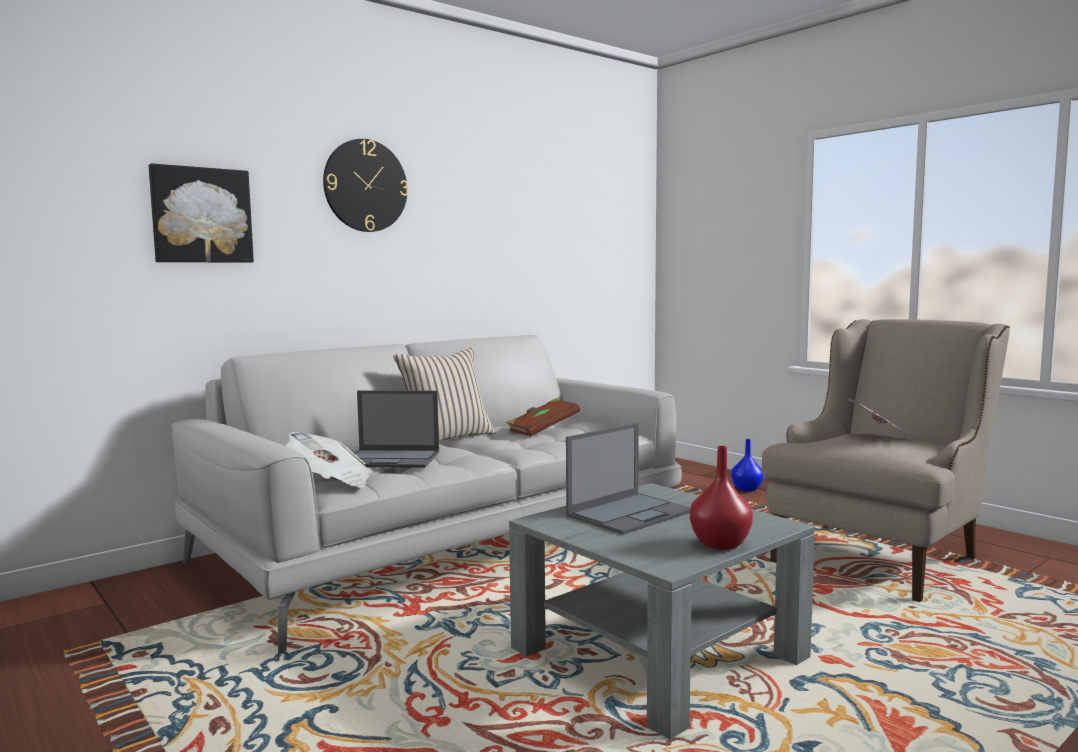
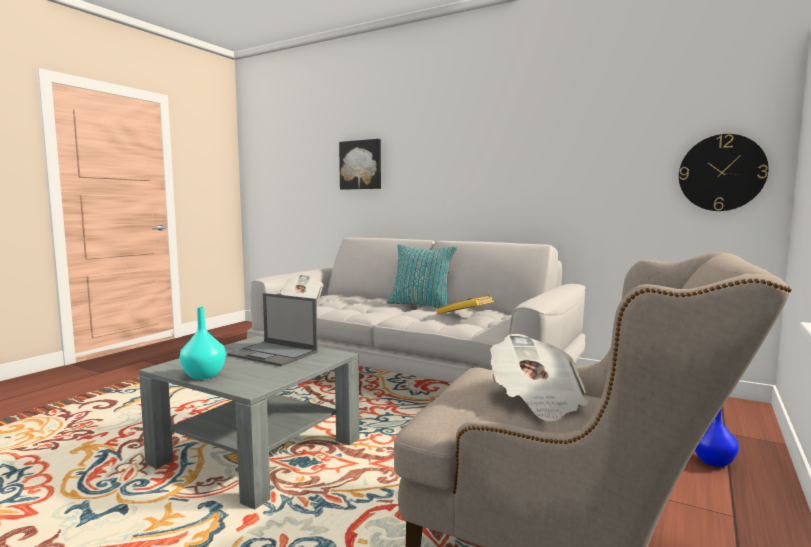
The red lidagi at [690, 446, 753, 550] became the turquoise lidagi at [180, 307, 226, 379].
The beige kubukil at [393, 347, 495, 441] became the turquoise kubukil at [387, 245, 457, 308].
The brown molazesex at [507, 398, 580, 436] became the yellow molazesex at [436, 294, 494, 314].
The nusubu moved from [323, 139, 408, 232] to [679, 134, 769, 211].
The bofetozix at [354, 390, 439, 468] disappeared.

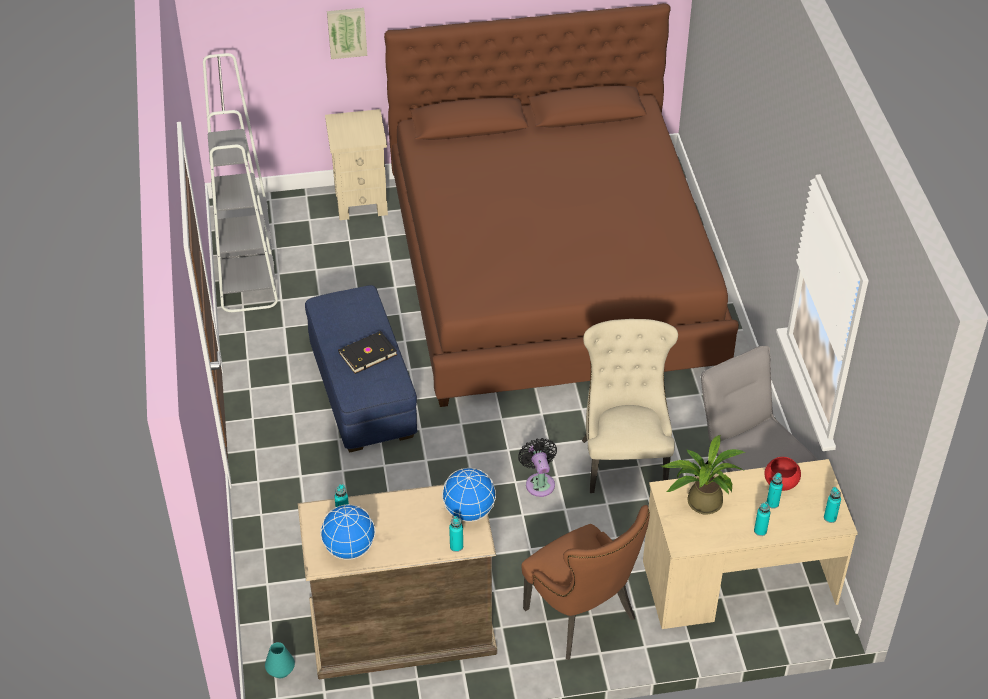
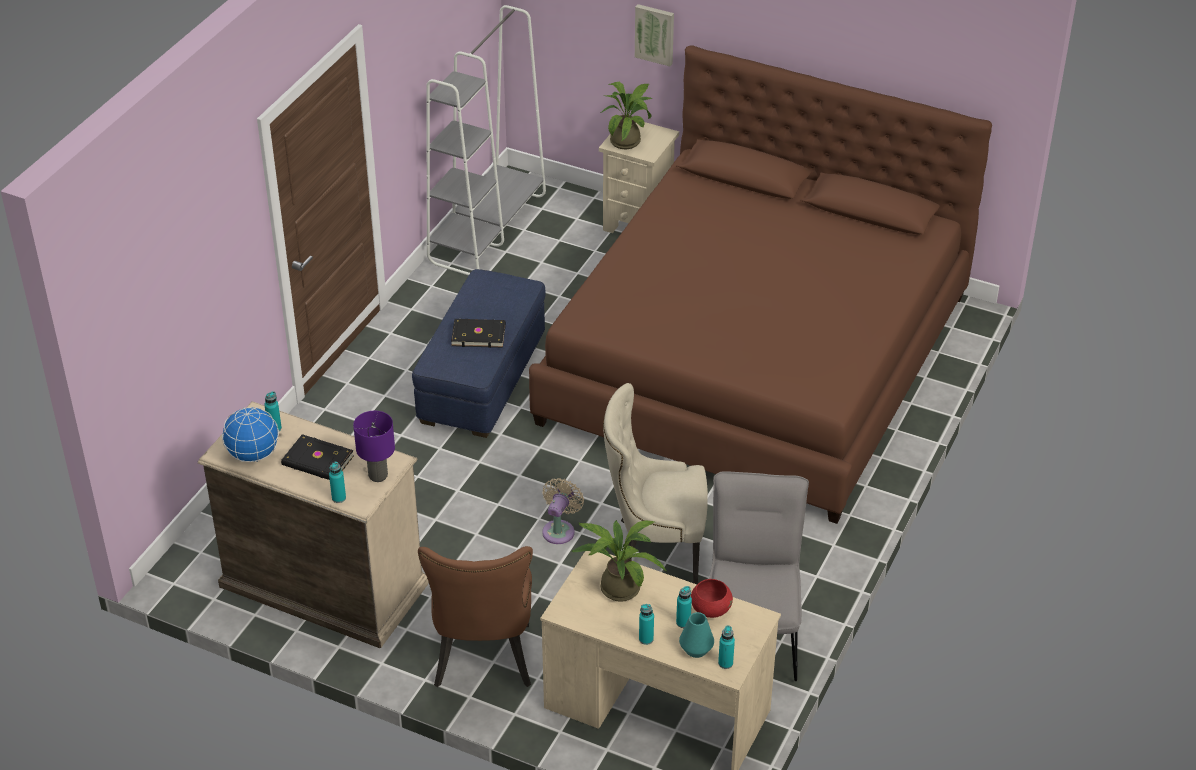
The black molazesex at [281, 434, 354, 480] appeared.
The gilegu at [442, 468, 496, 521] was replaced by the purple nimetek at [353, 411, 395, 482].
The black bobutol at [518, 438, 557, 497] became the beige bobutol at [542, 478, 584, 544].
The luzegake at [600, 82, 653, 149] appeared.
The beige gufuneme at [582, 319, 678, 493] turned 120 degrees counterclockwise.
The turquoise lidagi moved from [265, 642, 295, 678] to [679, 612, 714, 658].

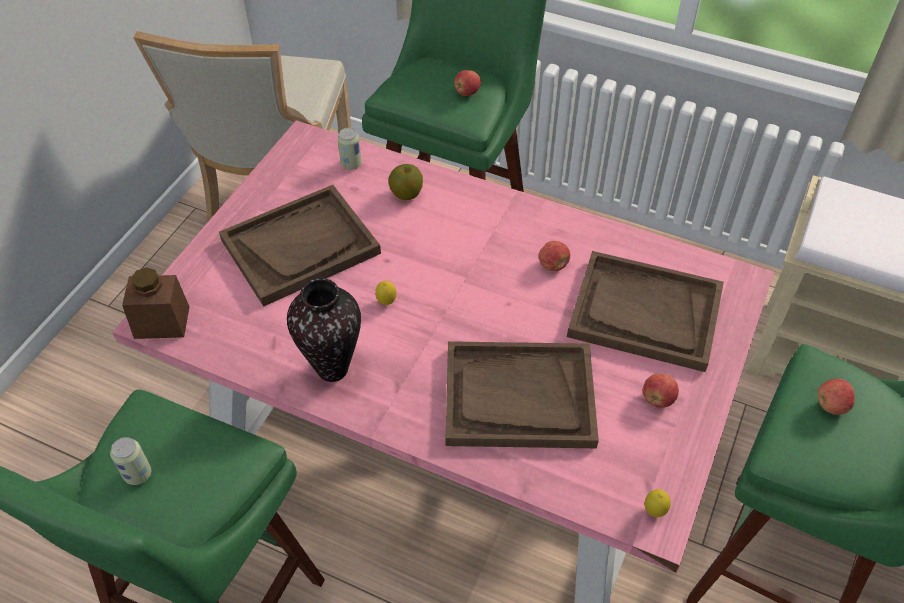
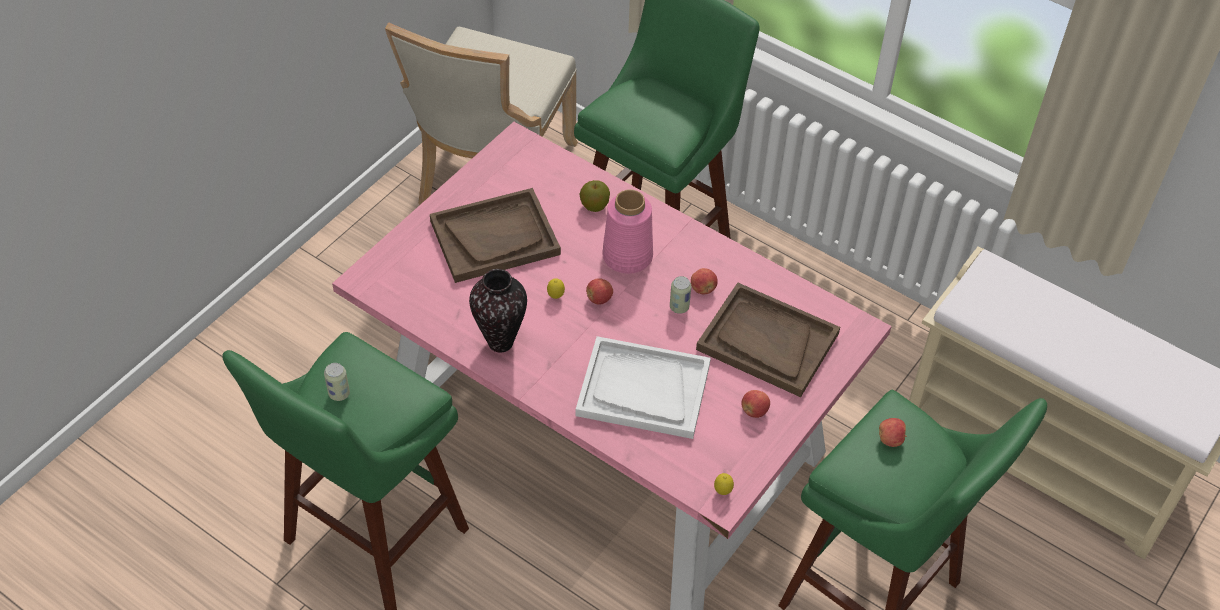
The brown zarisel at [446, 341, 599, 448] became the white zarisel at [576, 336, 711, 439].
The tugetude moved from [454, 70, 481, 96] to [586, 278, 613, 305].
The pink lidagi at [602, 189, 653, 274] appeared.
The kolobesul moved from [338, 128, 361, 170] to [670, 276, 691, 314].
The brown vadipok at [122, 267, 190, 339] disappeared.

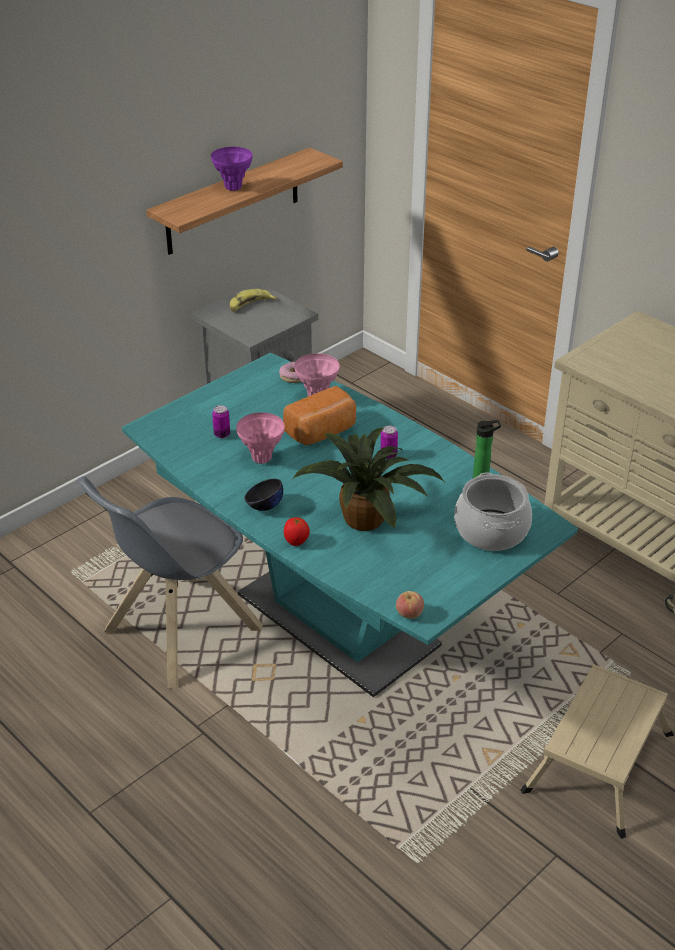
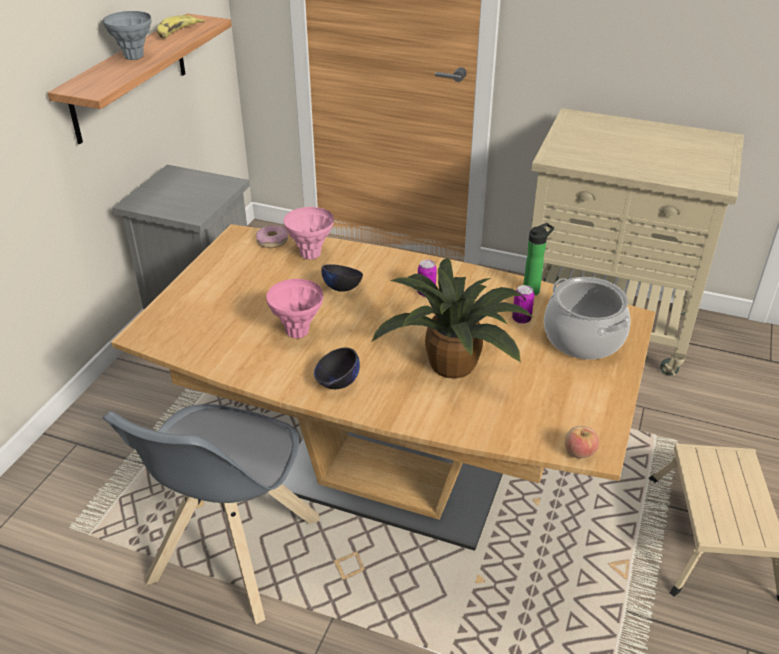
The purple lidagi at [211, 147, 252, 191] became the grey lidagi at [103, 11, 151, 60].
The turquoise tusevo at [122, 353, 578, 697] became the brown tusevo at [111, 224, 656, 551].
The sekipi moved from [230, 289, 277, 312] to [157, 15, 205, 38].
The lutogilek at [283, 386, 356, 445] was replaced by the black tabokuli at [321, 264, 363, 292].
The kolobesul moved from [212, 405, 230, 438] to [512, 285, 535, 324].
The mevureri at [284, 517, 310, 546] disappeared.

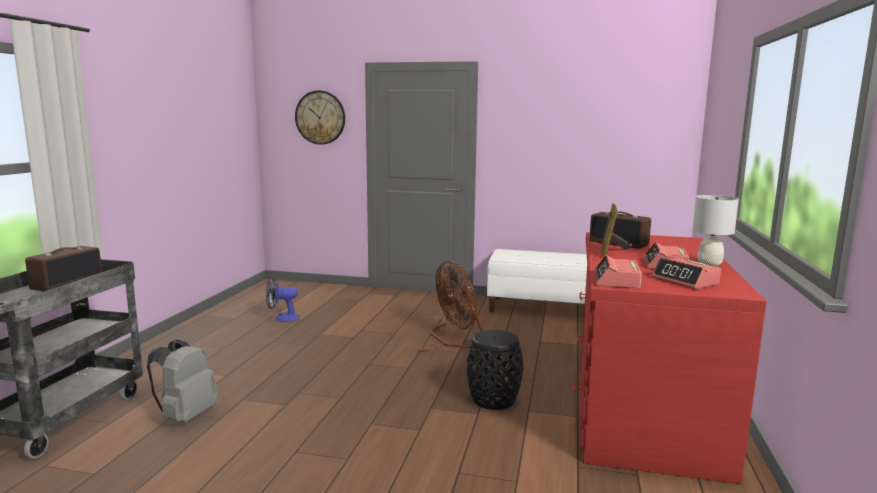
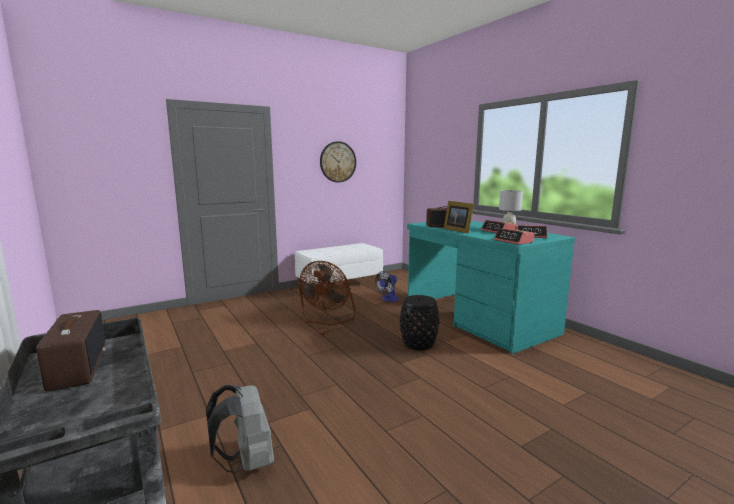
The nusubu moved from [295, 90, 345, 145] to [320, 141, 356, 183].
The bobutol moved from [266, 277, 300, 322] to [375, 271, 399, 302].
The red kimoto at [574, 232, 767, 484] became the turquoise kimoto at [407, 221, 575, 354].

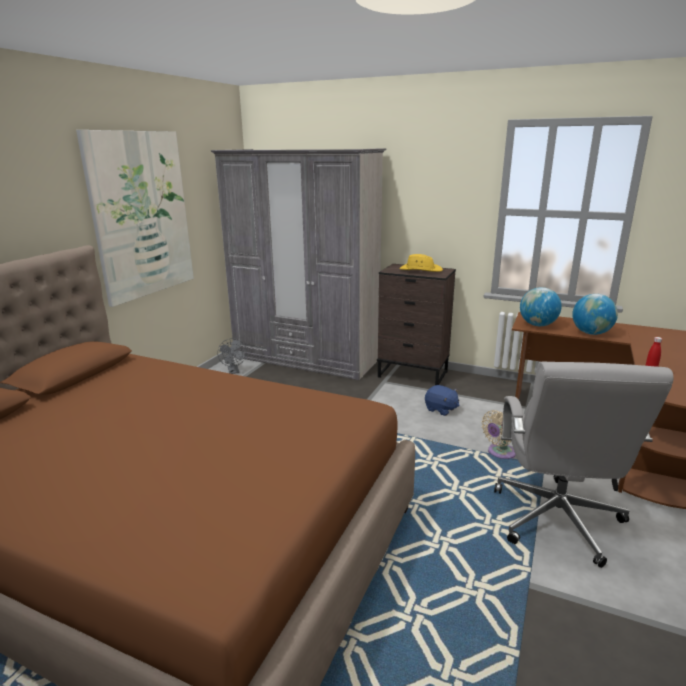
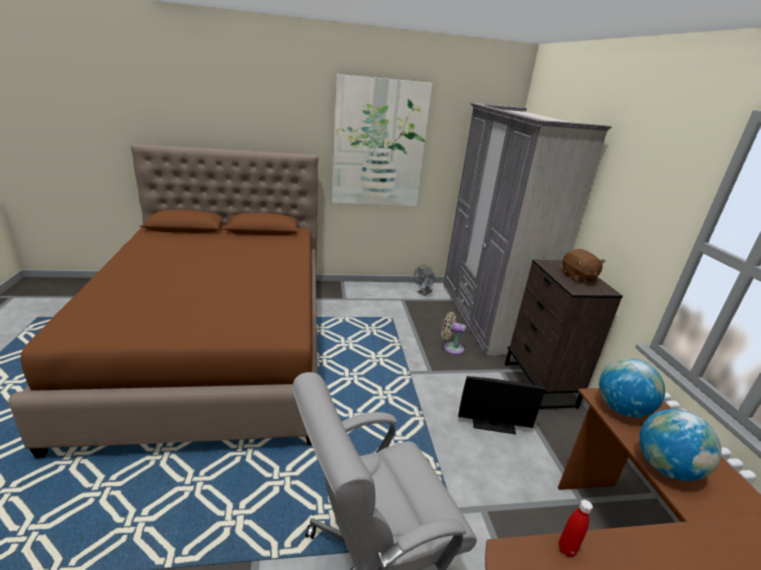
The beige bobutol moved from [481, 410, 516, 459] to [442, 312, 466, 355].
The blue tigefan at [425, 385, 460, 416] was replaced by the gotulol at [458, 376, 546, 434].
The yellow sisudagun at [399, 254, 443, 272] was replaced by the brown tigefan at [562, 249, 606, 283].

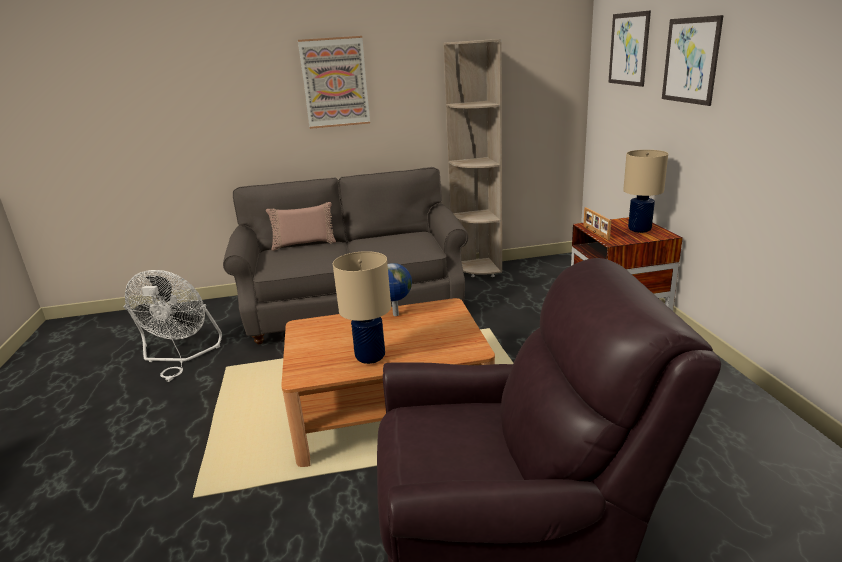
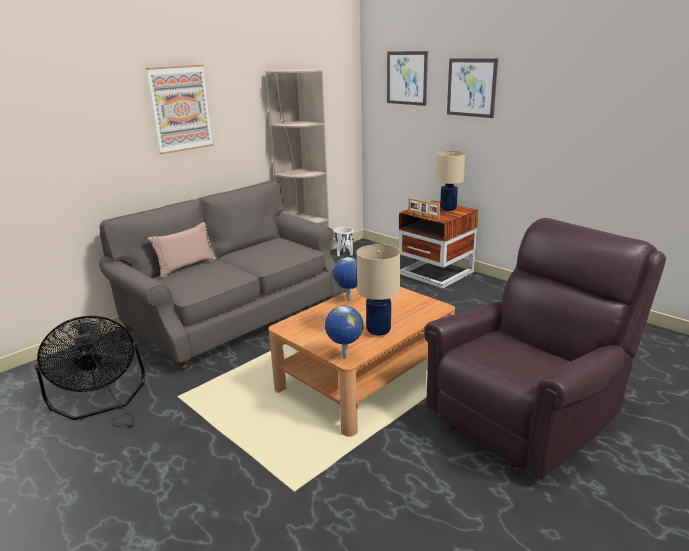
The white bobutol at [124, 270, 222, 382] became the black bobutol at [35, 316, 145, 428].
The gilegu at [325, 306, 363, 359] appeared.
The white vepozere at [334, 227, 354, 256] appeared.

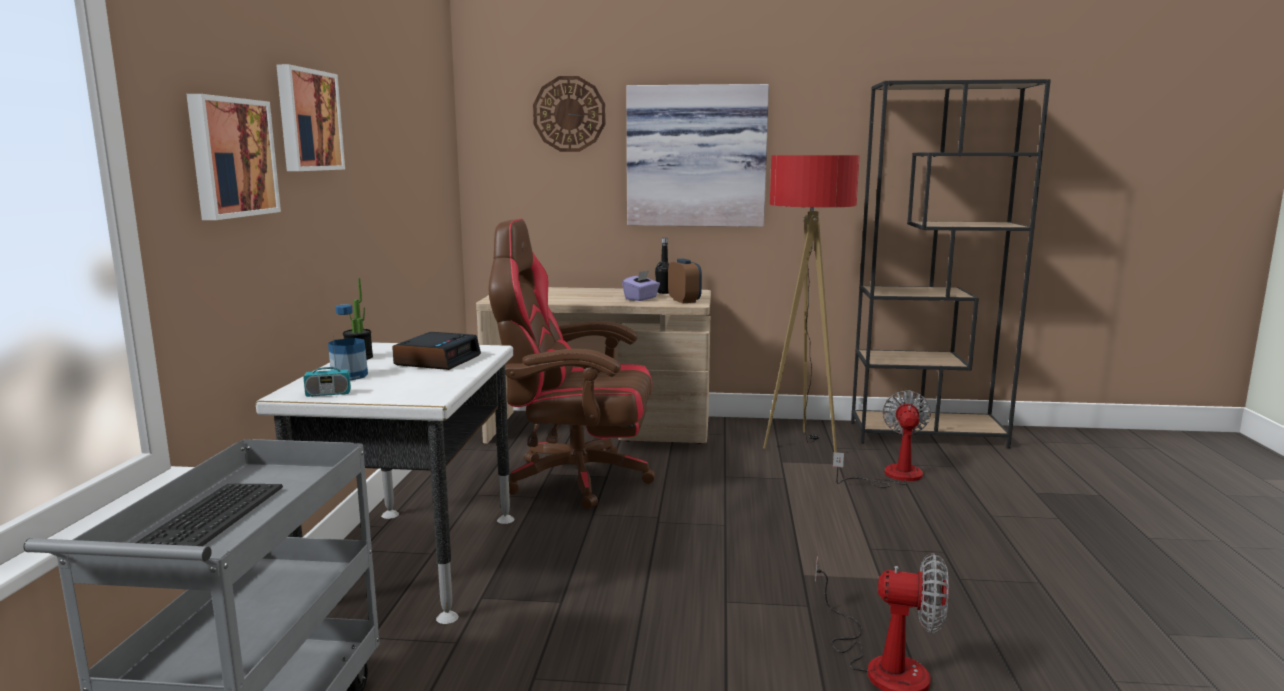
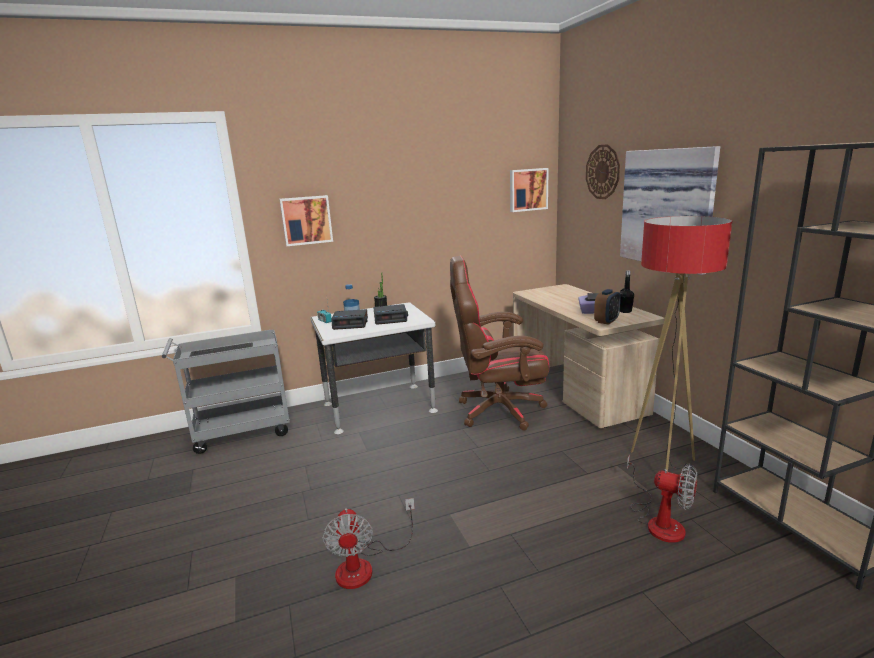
The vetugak at [331, 309, 368, 330] appeared.
The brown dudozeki at [489, 219, 655, 509] turned 75 degrees counterclockwise.
The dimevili moved from [276, 64, 345, 171] to [510, 168, 549, 212].
The bobutol at [833, 390, 931, 488] turned 45 degrees clockwise.

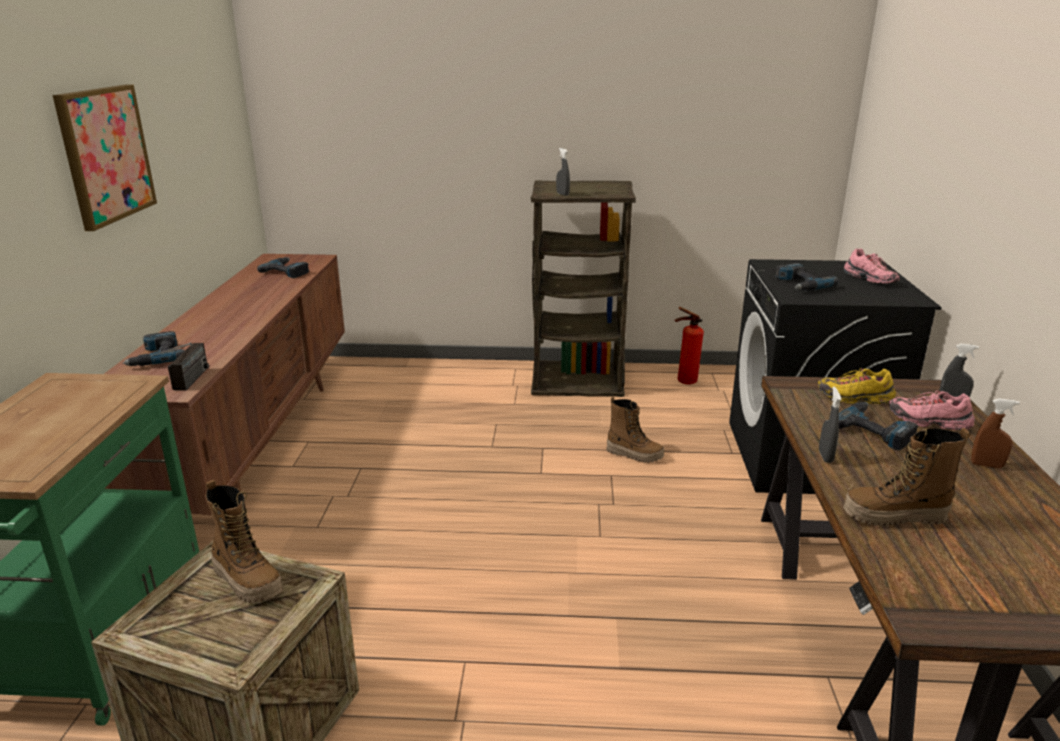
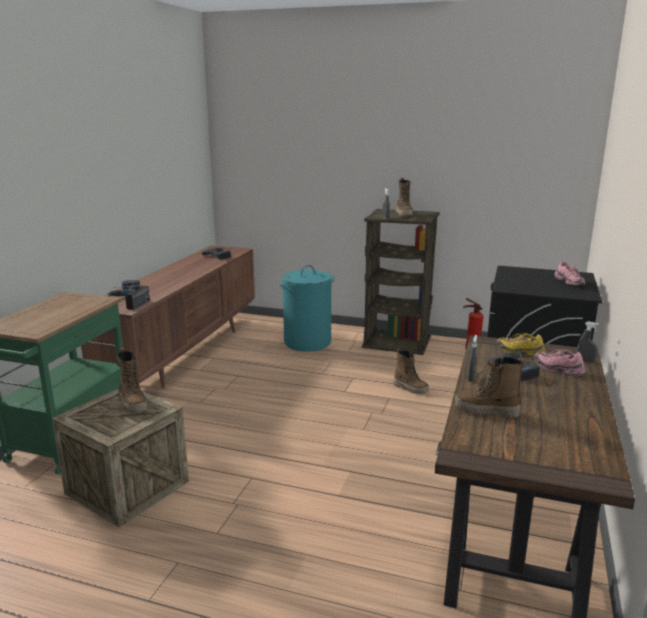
The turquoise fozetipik at [279, 265, 334, 352] appeared.
The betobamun at [396, 178, 413, 216] appeared.
The dimevili at [53, 84, 157, 231] disappeared.
The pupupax at [775, 263, 839, 291] disappeared.
The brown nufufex at [971, 398, 1020, 468] disappeared.

